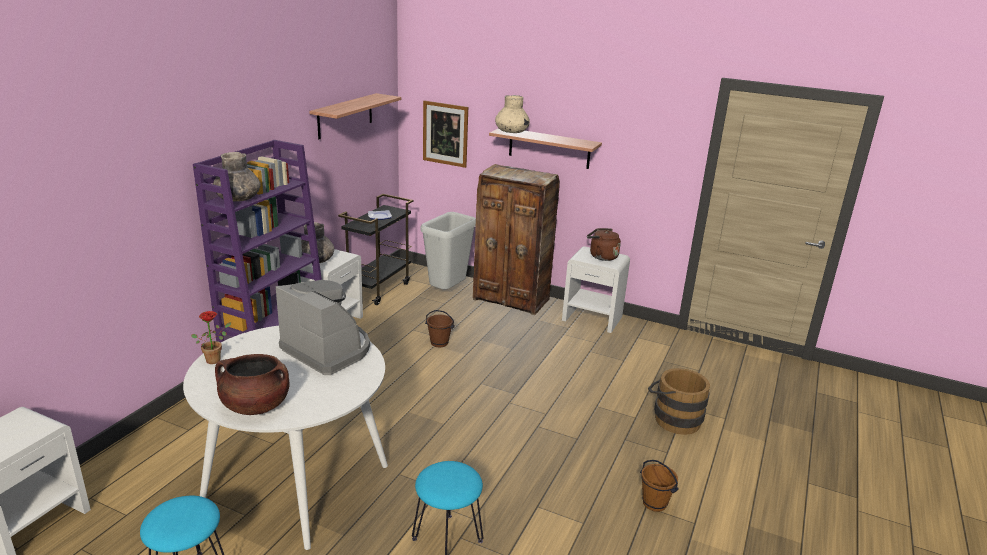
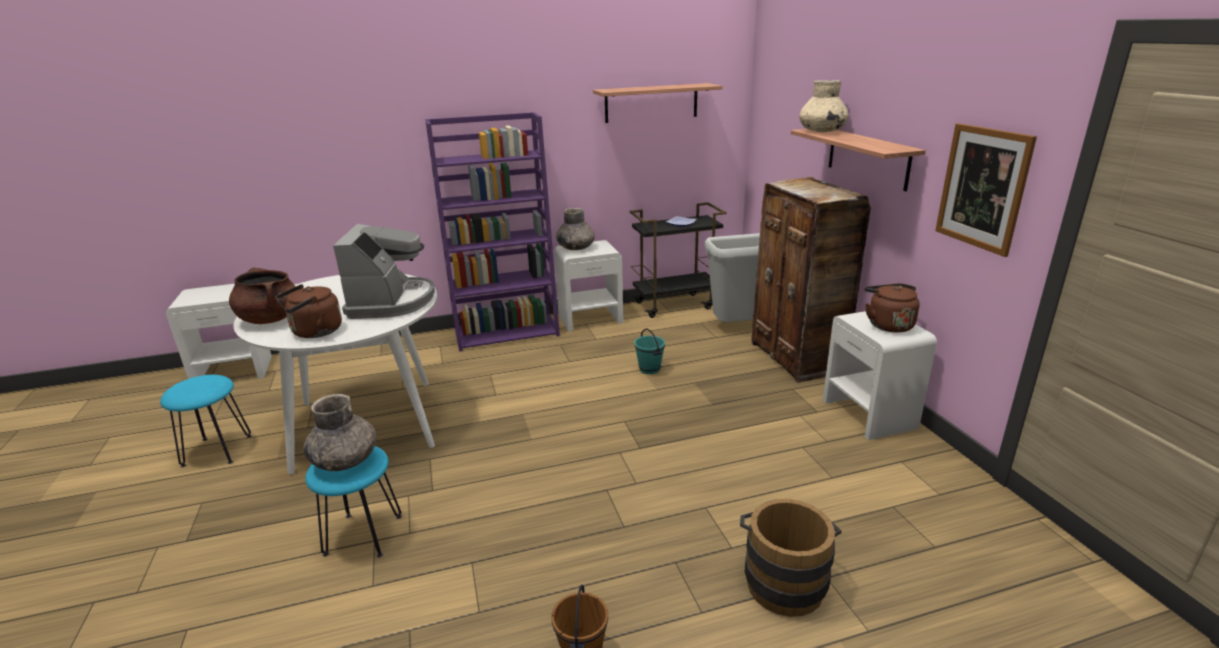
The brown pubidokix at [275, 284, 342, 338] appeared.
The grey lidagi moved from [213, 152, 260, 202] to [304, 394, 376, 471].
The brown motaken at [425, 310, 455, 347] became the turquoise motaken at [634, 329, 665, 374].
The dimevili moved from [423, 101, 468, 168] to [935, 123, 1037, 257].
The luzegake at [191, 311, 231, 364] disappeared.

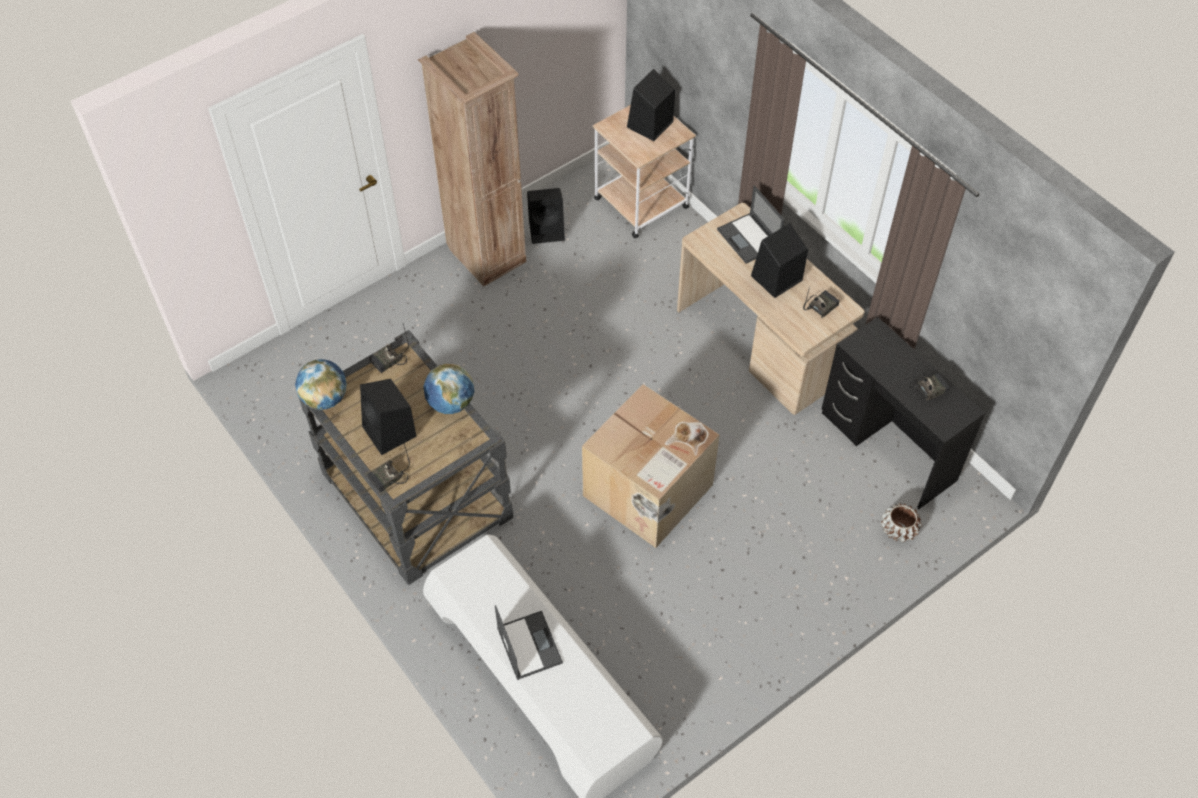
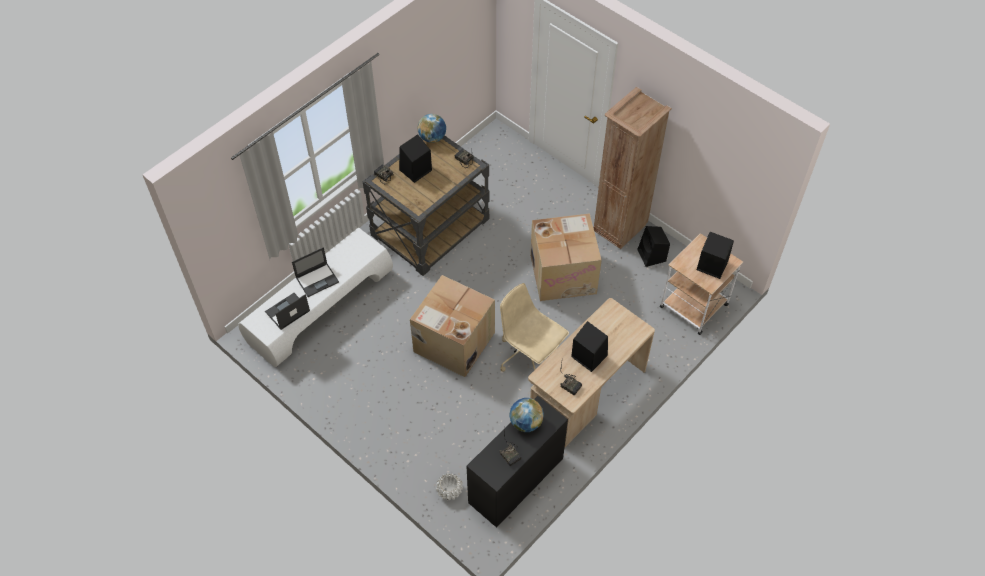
The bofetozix moved from [717, 185, 785, 264] to [265, 293, 310, 330].
The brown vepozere at [881, 503, 922, 542] became the white vepozere at [436, 473, 463, 500].
The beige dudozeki at [500, 283, 569, 372] appeared.
The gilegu moved from [423, 364, 474, 414] to [510, 398, 544, 432].
The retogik at [530, 213, 602, 301] appeared.

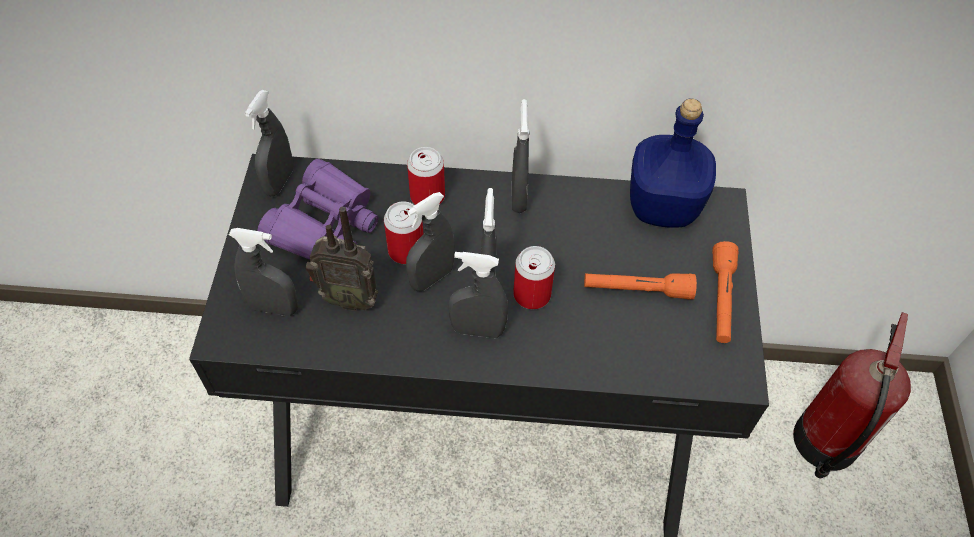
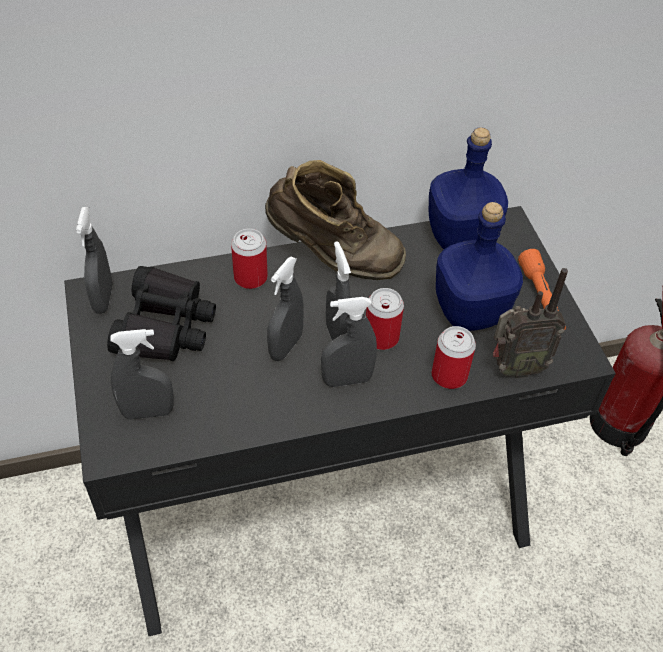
The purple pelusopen at [257, 159, 379, 260] became the black pelusopen at [107, 266, 216, 361].
The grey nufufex at [512, 99, 529, 213] was replaced by the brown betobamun at [265, 160, 406, 280].
The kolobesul moved from [384, 201, 423, 264] to [432, 326, 476, 389].
The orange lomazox at [584, 273, 697, 300] was replaced by the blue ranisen at [436, 202, 523, 331].
The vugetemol moved from [306, 207, 378, 311] to [493, 268, 568, 378].

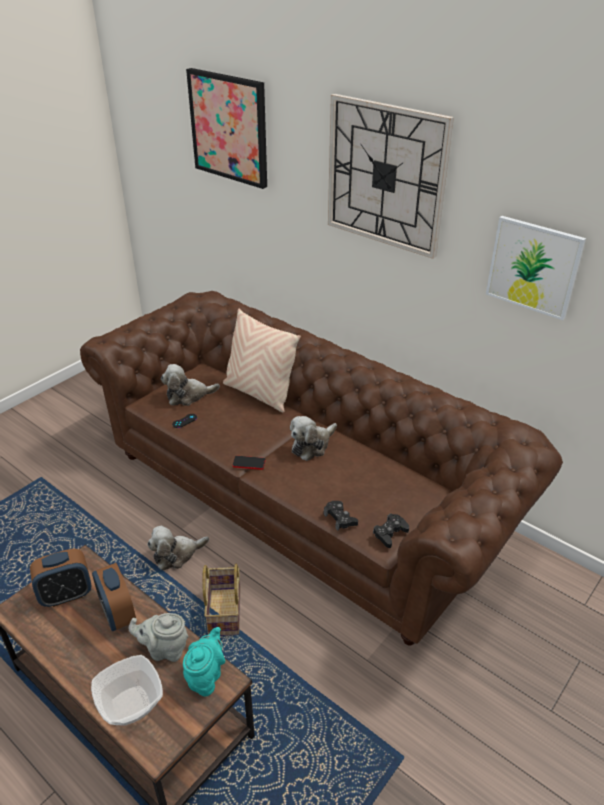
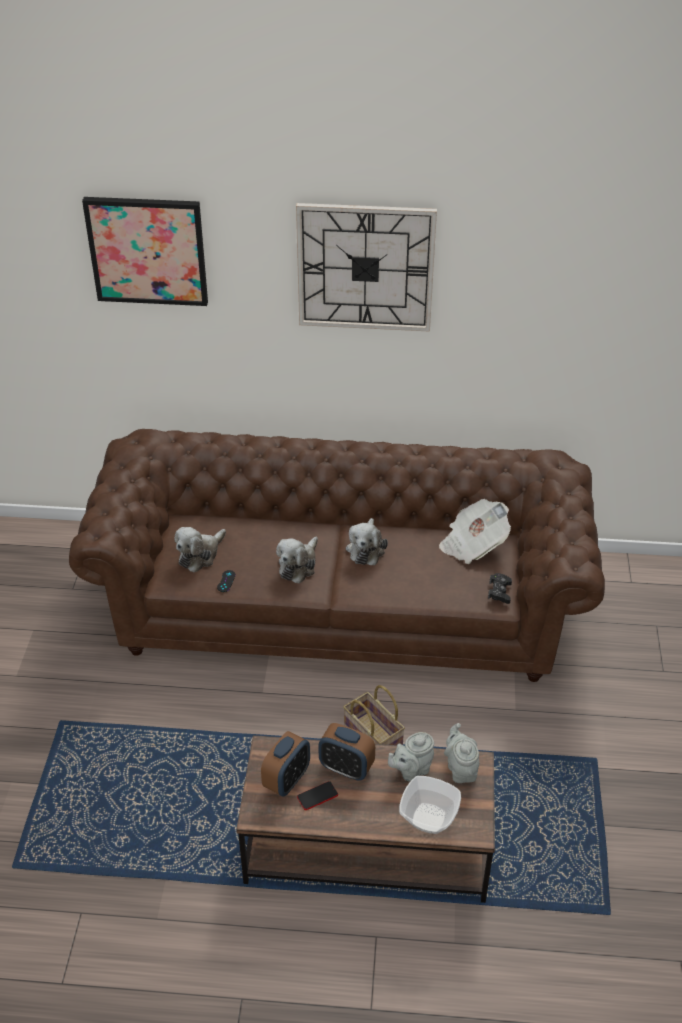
The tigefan moved from [147, 525, 209, 570] to [276, 537, 318, 584].
The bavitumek moved from [232, 456, 266, 470] to [297, 781, 338, 810].
The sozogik at [439, 499, 511, 564] appeared.
The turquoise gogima at [183, 627, 225, 697] became the grey gogima at [444, 723, 479, 783].
The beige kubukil at [223, 309, 301, 412] disappeared.
The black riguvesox at [324, 501, 358, 531] disappeared.
The dimevili at [486, 216, 586, 320] disappeared.

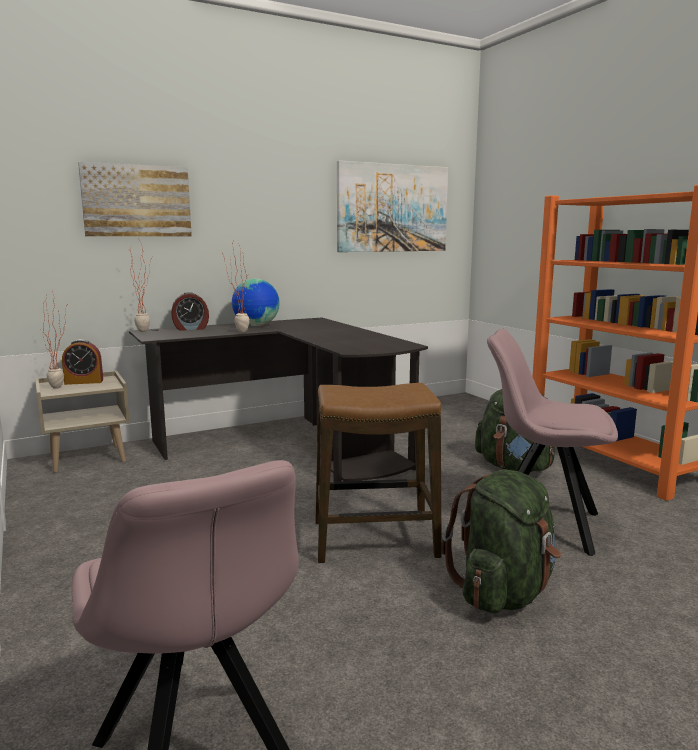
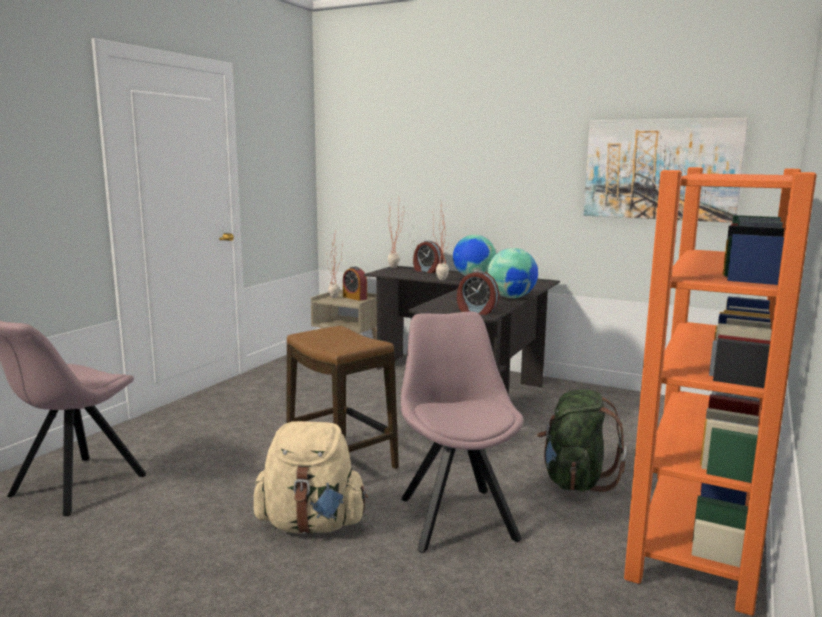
The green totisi at [441, 469, 561, 613] became the beige totisi at [254, 421, 368, 534].
The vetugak at [457, 270, 499, 315] appeared.
The gilegu at [487, 248, 538, 298] appeared.
The dimevili at [78, 162, 192, 237] disappeared.

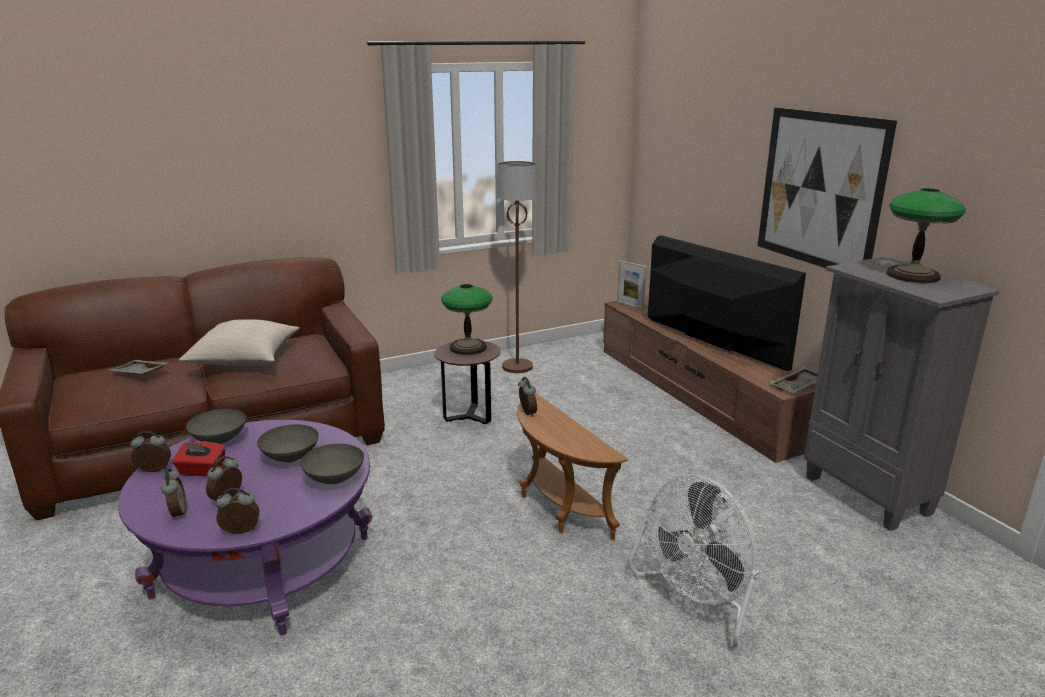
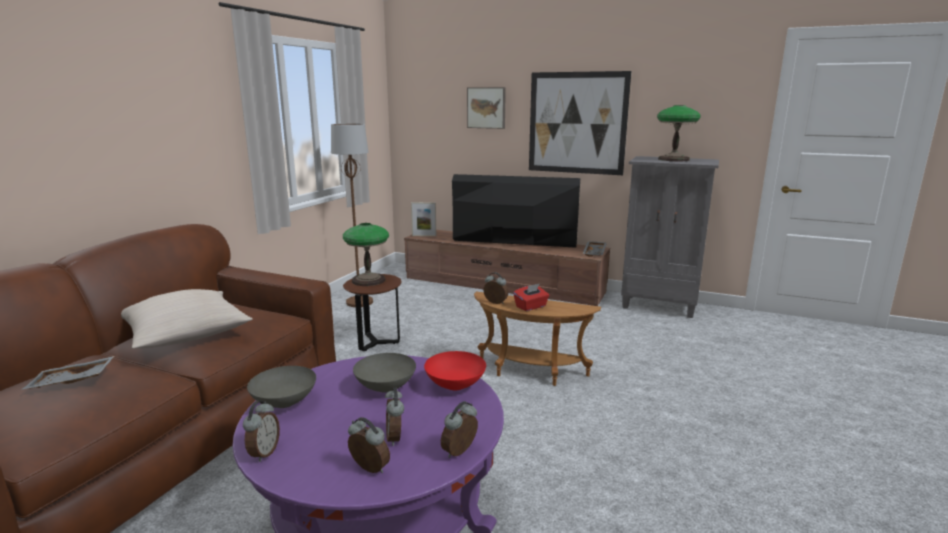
The vetugak at [131, 431, 171, 472] turned 150 degrees clockwise.
The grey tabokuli at [300, 444, 364, 484] became the red tabokuli at [424, 351, 486, 390].
The dimevili at [467, 87, 506, 129] appeared.
The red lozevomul moved from [172, 441, 225, 477] to [513, 283, 549, 311].
The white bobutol at [628, 474, 760, 651] disappeared.

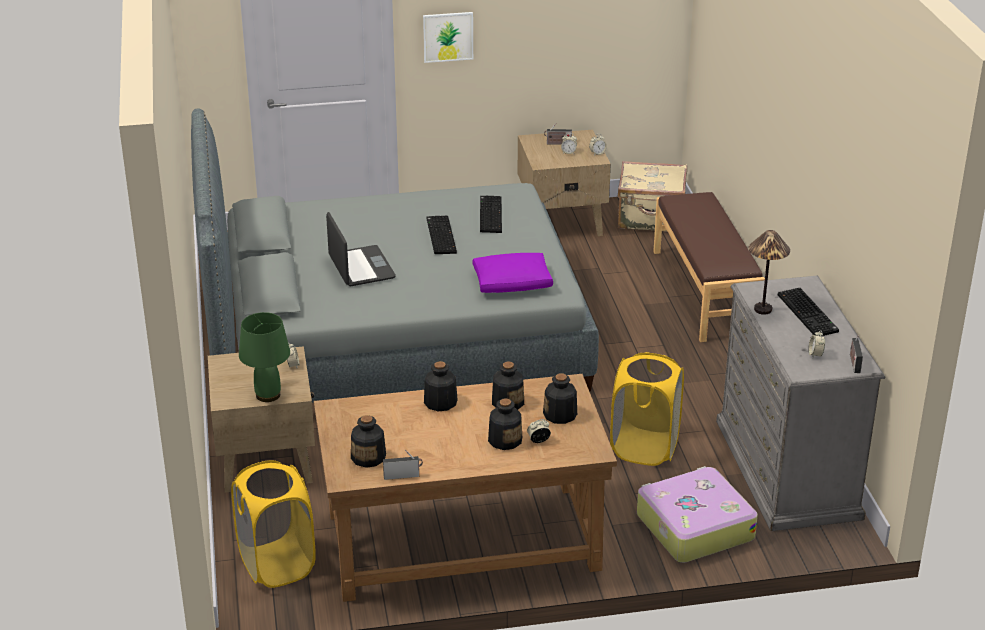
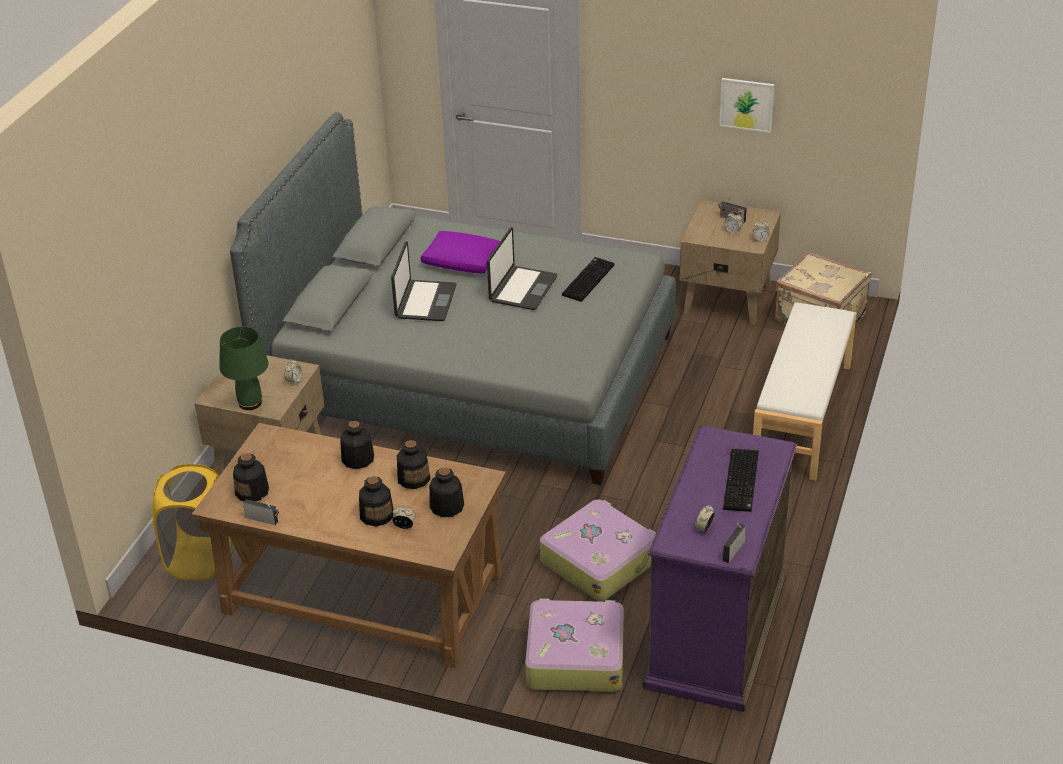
The purple kubukil moved from [472, 253, 553, 293] to [421, 231, 500, 274].
The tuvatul at [427, 216, 457, 254] was replaced by the bofetozix at [487, 227, 557, 310].
The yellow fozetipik at [610, 352, 684, 466] was replaced by the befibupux at [540, 499, 656, 601].
The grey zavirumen at [716, 276, 885, 531] became the purple zavirumen at [643, 425, 797, 712].
The dimevili moved from [423, 12, 473, 63] to [719, 78, 774, 133].
The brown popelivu at [653, 192, 765, 342] became the white popelivu at [753, 302, 856, 481].
The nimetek at [748, 230, 790, 315] disappeared.

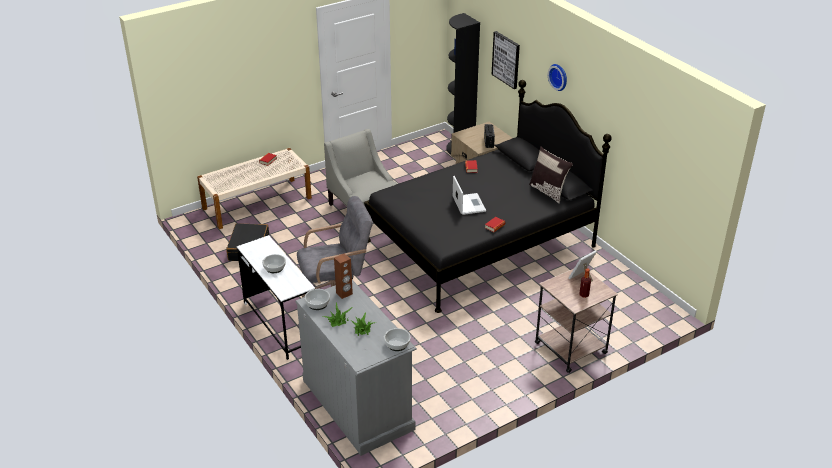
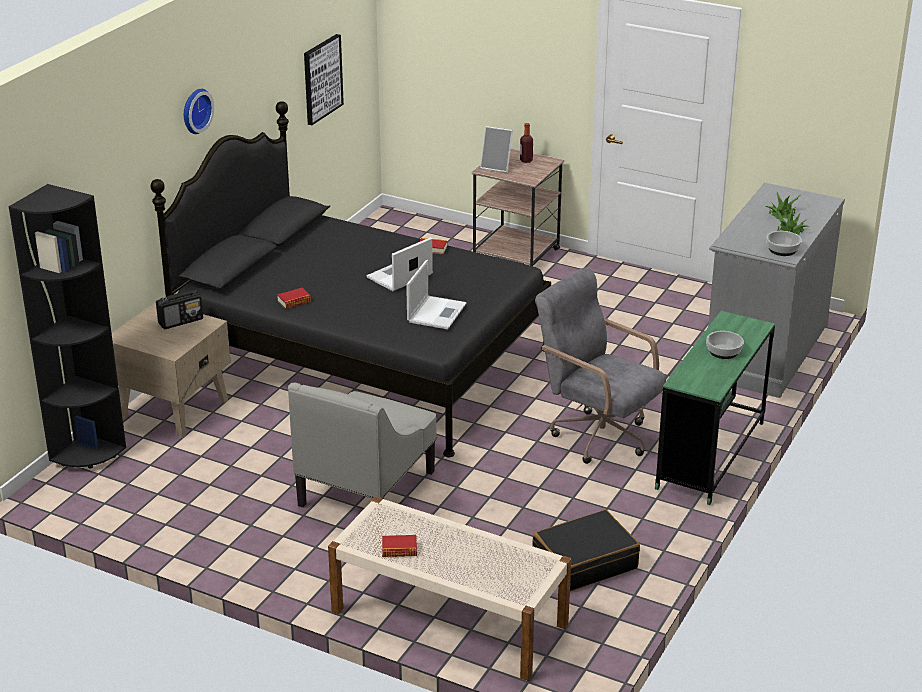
The dimevili moved from [492, 31, 520, 89] to [304, 34, 344, 125].
The bofetozix at [406, 260, 467, 330] appeared.
The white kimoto at [237, 235, 315, 360] became the green kimoto at [655, 311, 775, 505].
The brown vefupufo at [334, 253, 353, 299] disappeared.
The tabokuli at [384, 328, 411, 351] disappeared.
The kubukil at [529, 146, 573, 203] disappeared.

